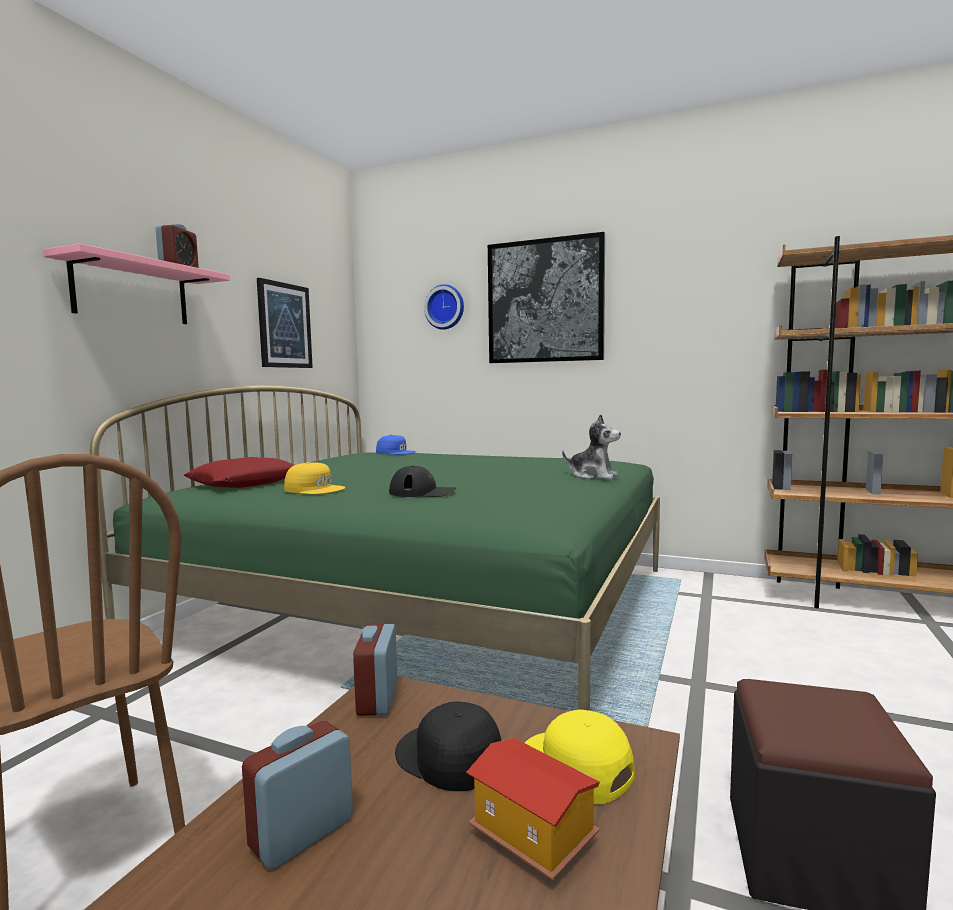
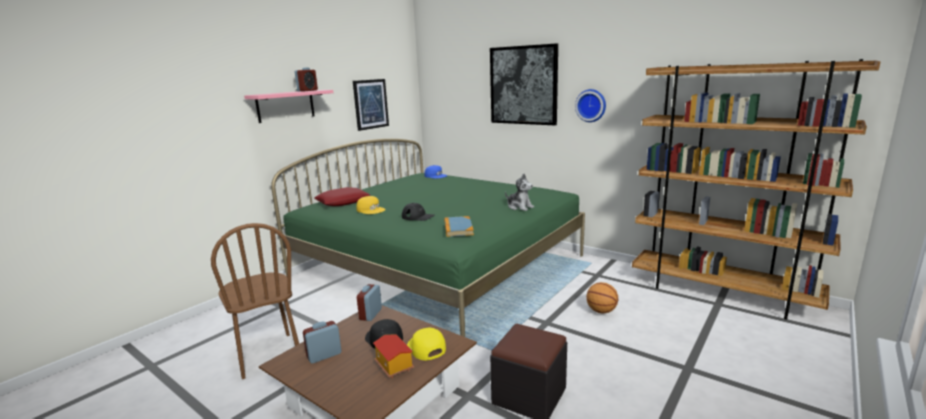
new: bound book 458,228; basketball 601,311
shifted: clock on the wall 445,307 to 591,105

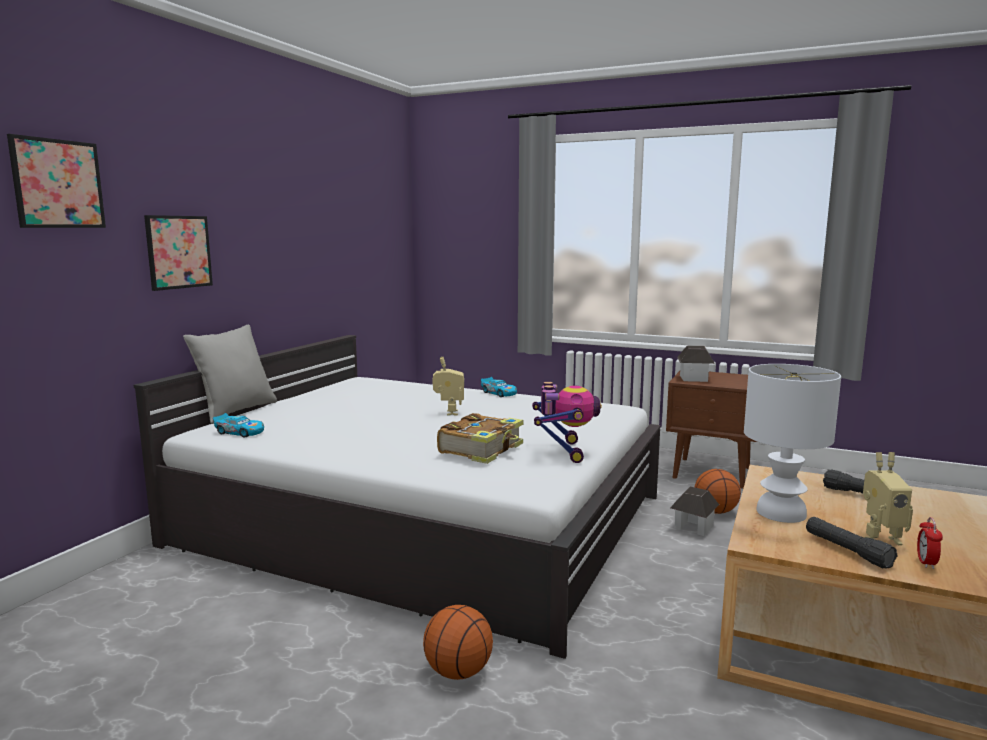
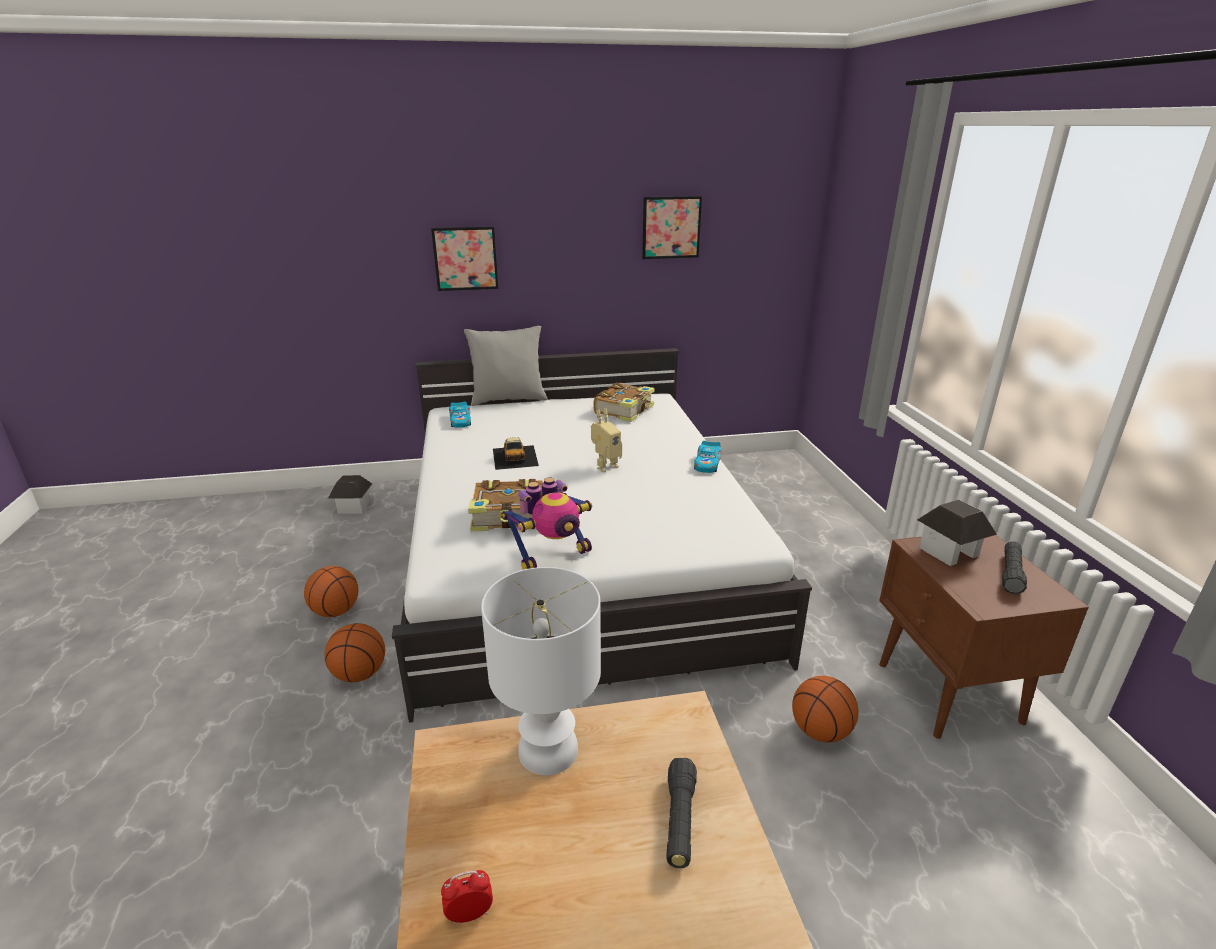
gone: toy robot 880,539
new: basketball 335,611; model car 515,456; bound book 625,410
shifted: picture 58,184 to 671,227; model house 693,527 to 353,507; blackish hand torch 847,551 to 1011,574

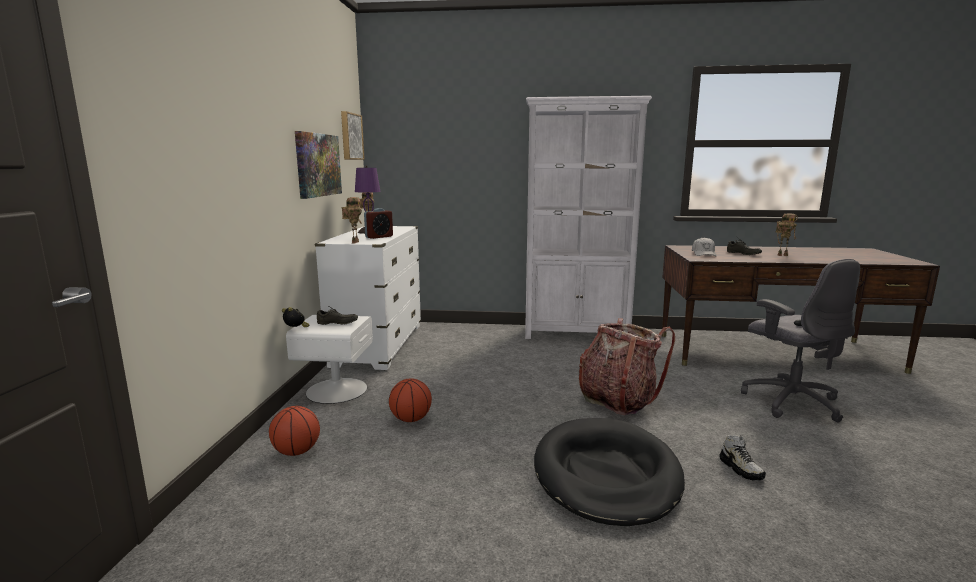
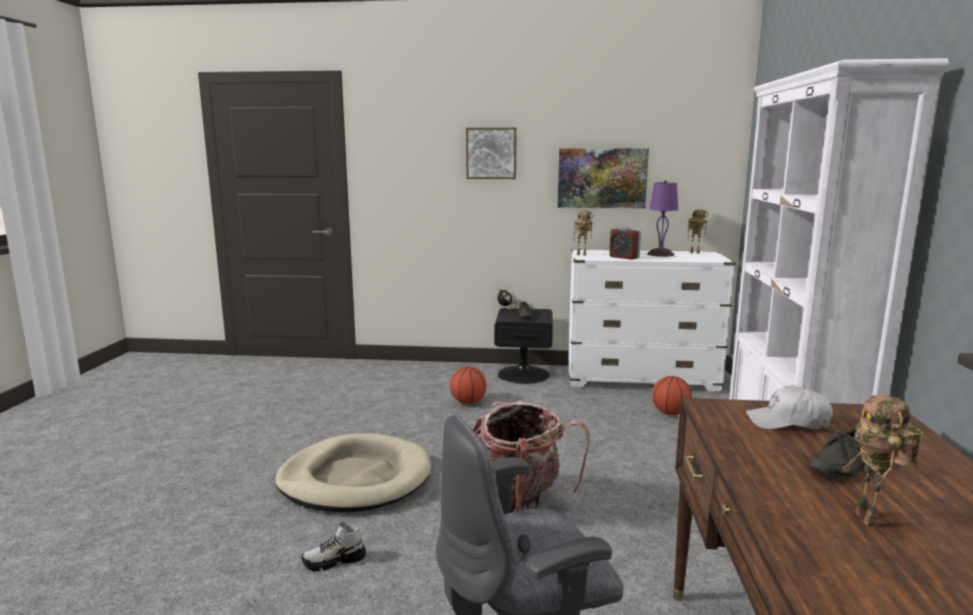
shifted: basketball 296,452 to 670,413; picture 350,136 to 491,153
repainted: white-coloured night table 336,390 to blackish night table 523,374; blackish dog cushion 606,475 to beige dog cushion 355,479

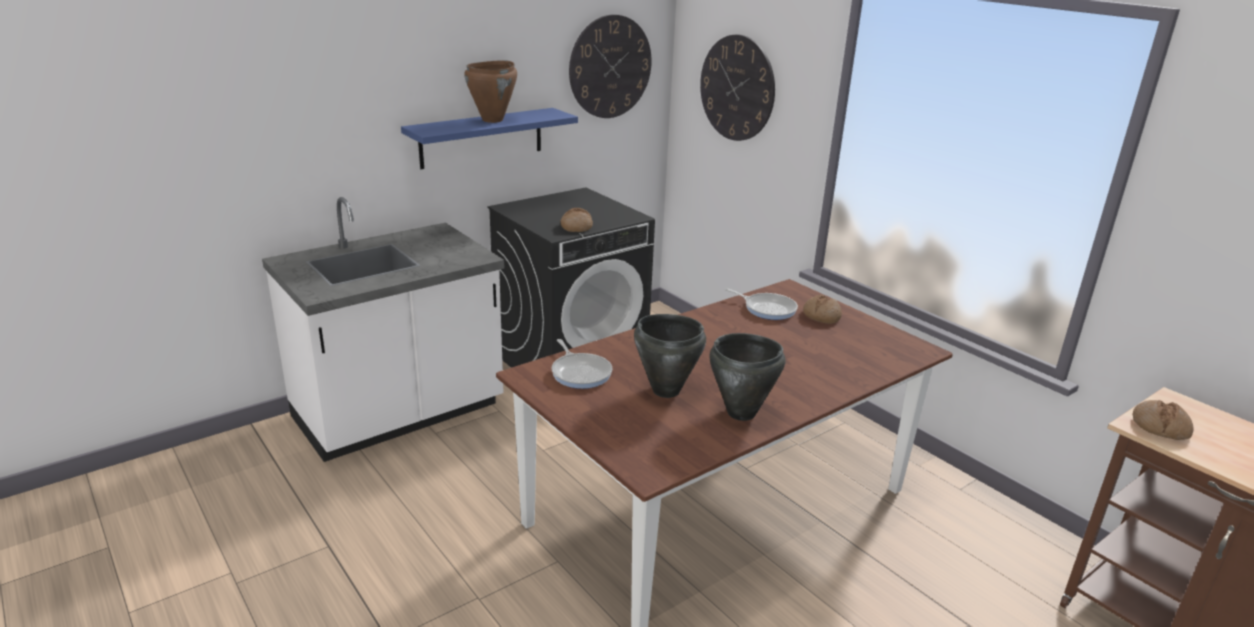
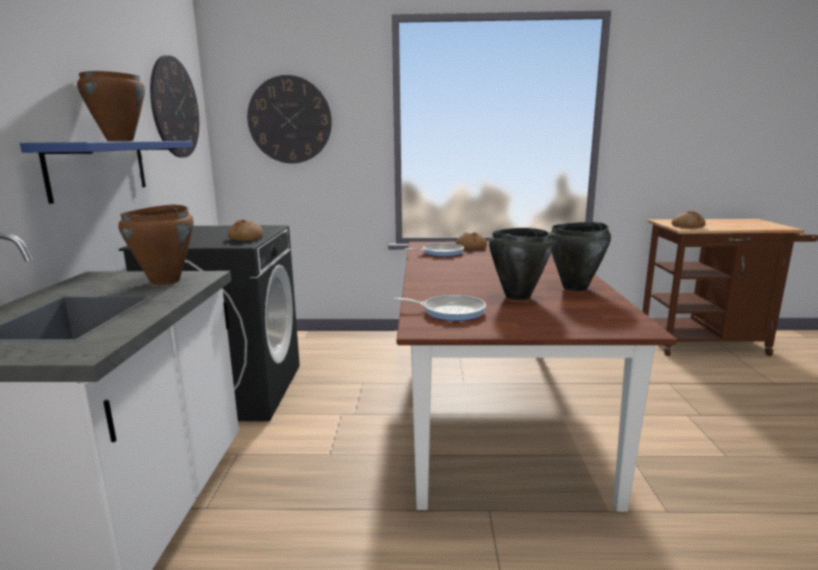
new: brown stockpot 166,281

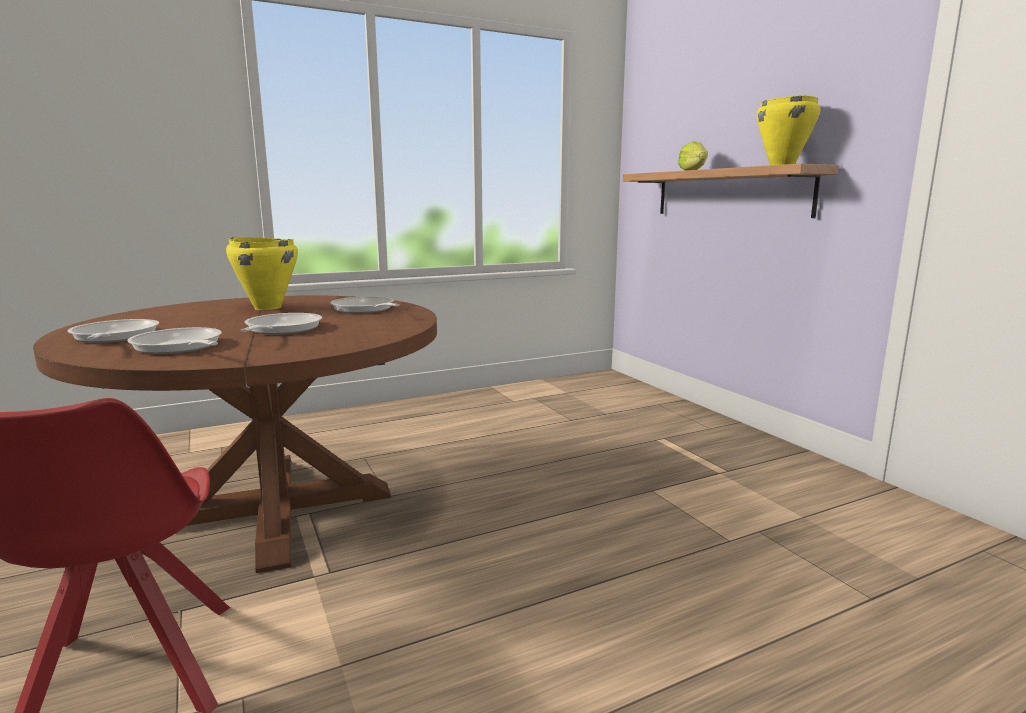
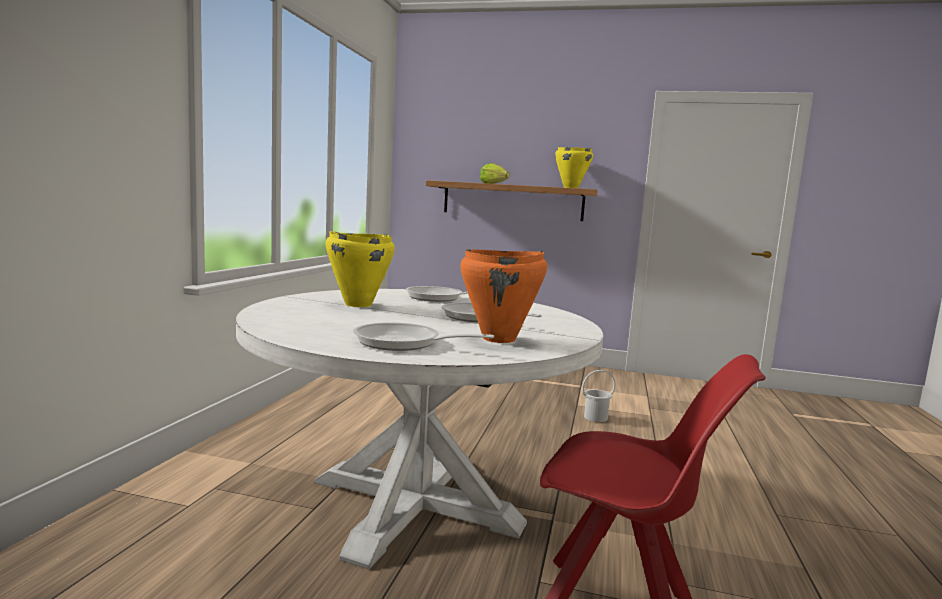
new: white-coloured bucket 595,417
swapped: skillet 179,347 to orange stockpot 499,339
repainted: brown dining table 276,508 to white-coloured dining table 415,502

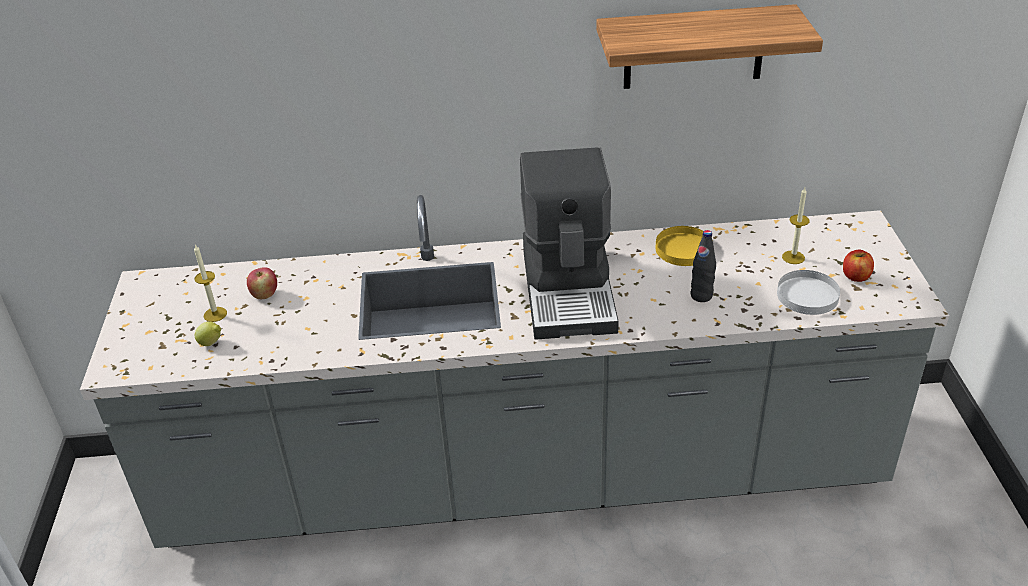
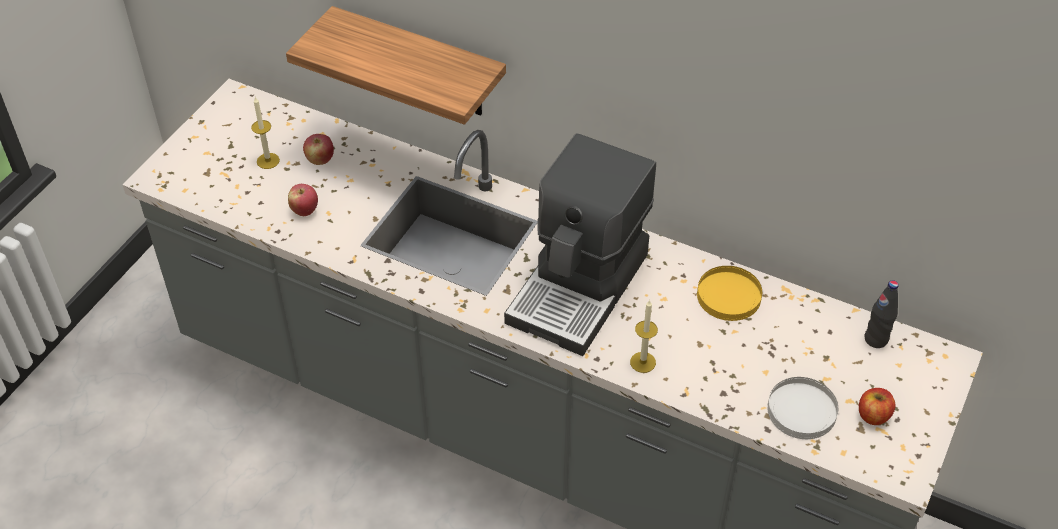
gone: lemon 211,343
new: whole apple 304,210
shifted: wall shelf 694,47 to 419,64; blackish bottle 701,296 to 876,339; wax candle 793,257 to 643,362

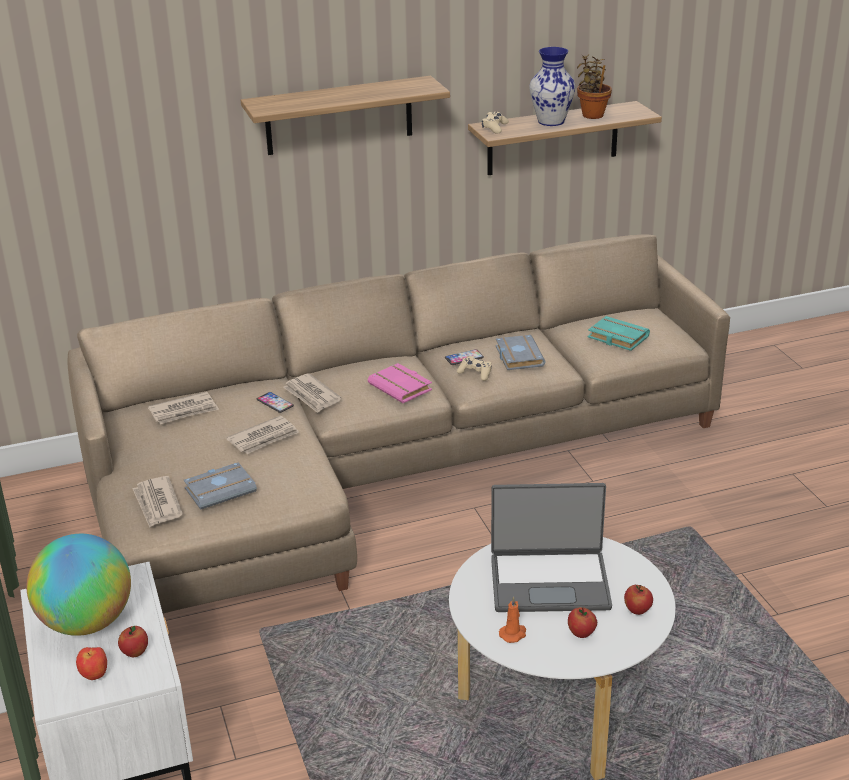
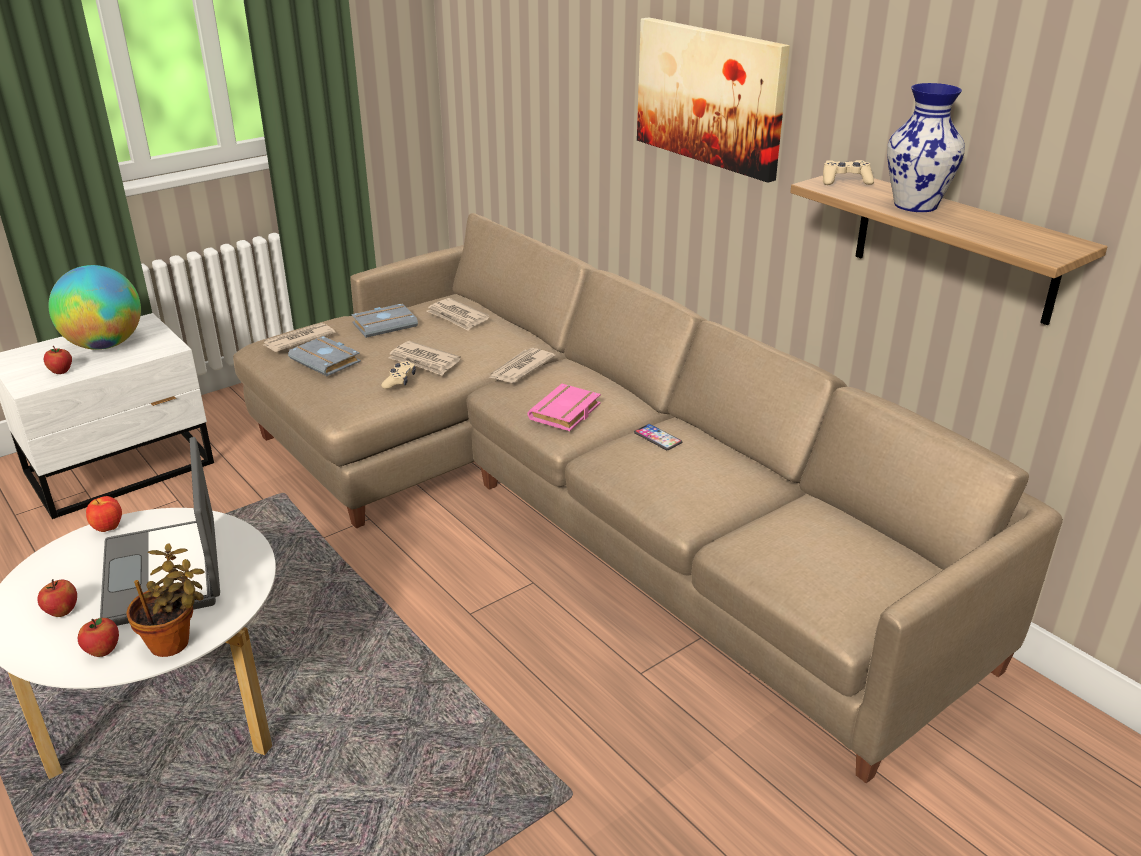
gone: handset 275,403; orange wax candle 513,634; blue-green bound book 616,337
shifted: whole apple 95,676 to 108,528; beige game controller 475,373 to 400,381; gray bound book 517,356 to 385,324; plant in a pot 592,114 to 175,642
swapped: wall shelf 339,116 to picture 710,96

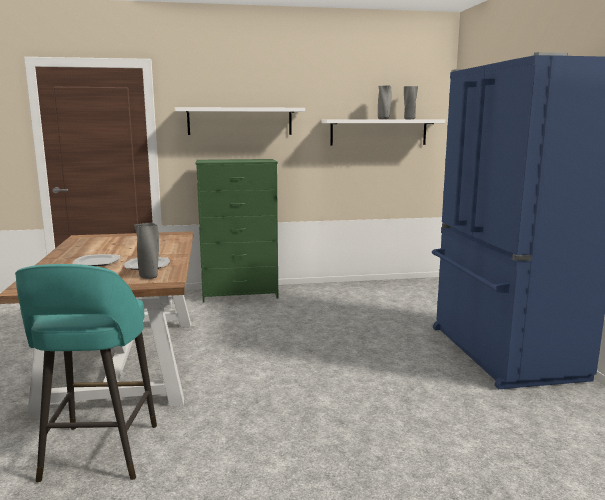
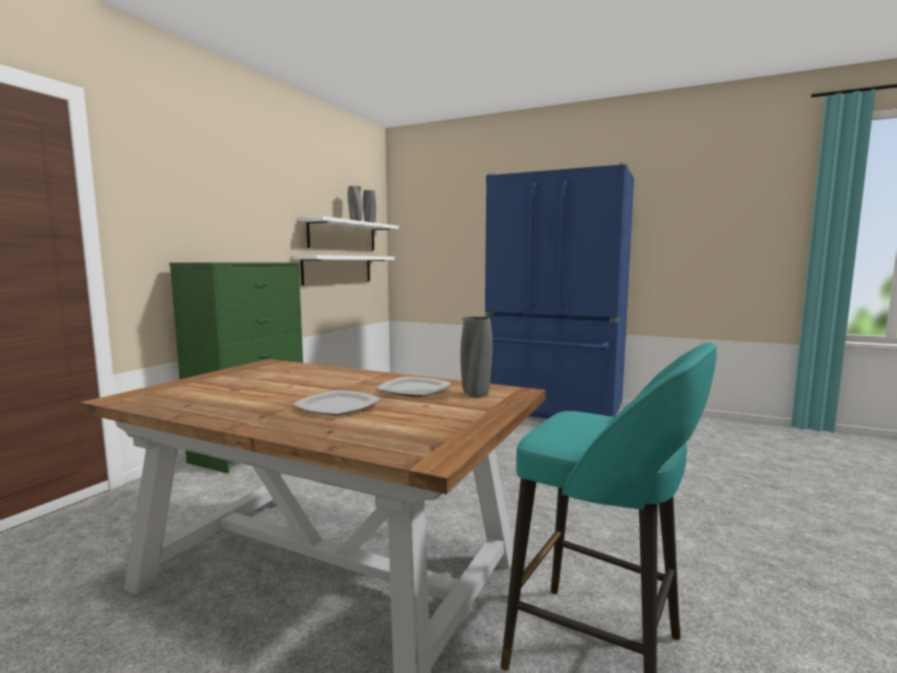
shifted: white-coloured wall shelf 240,121 to 338,269

